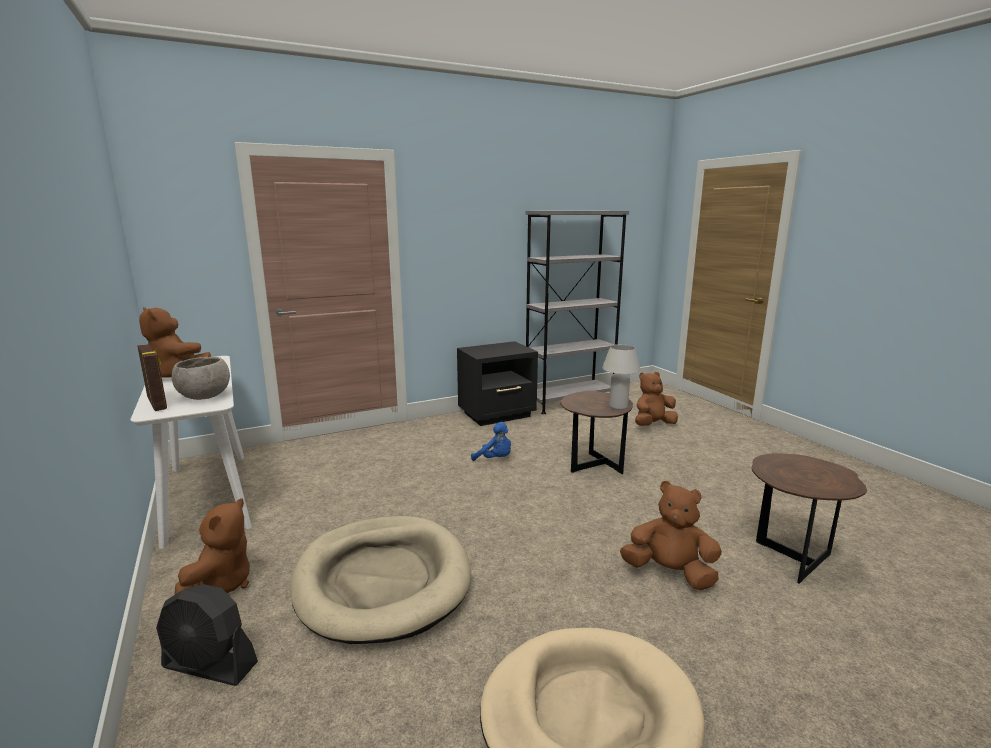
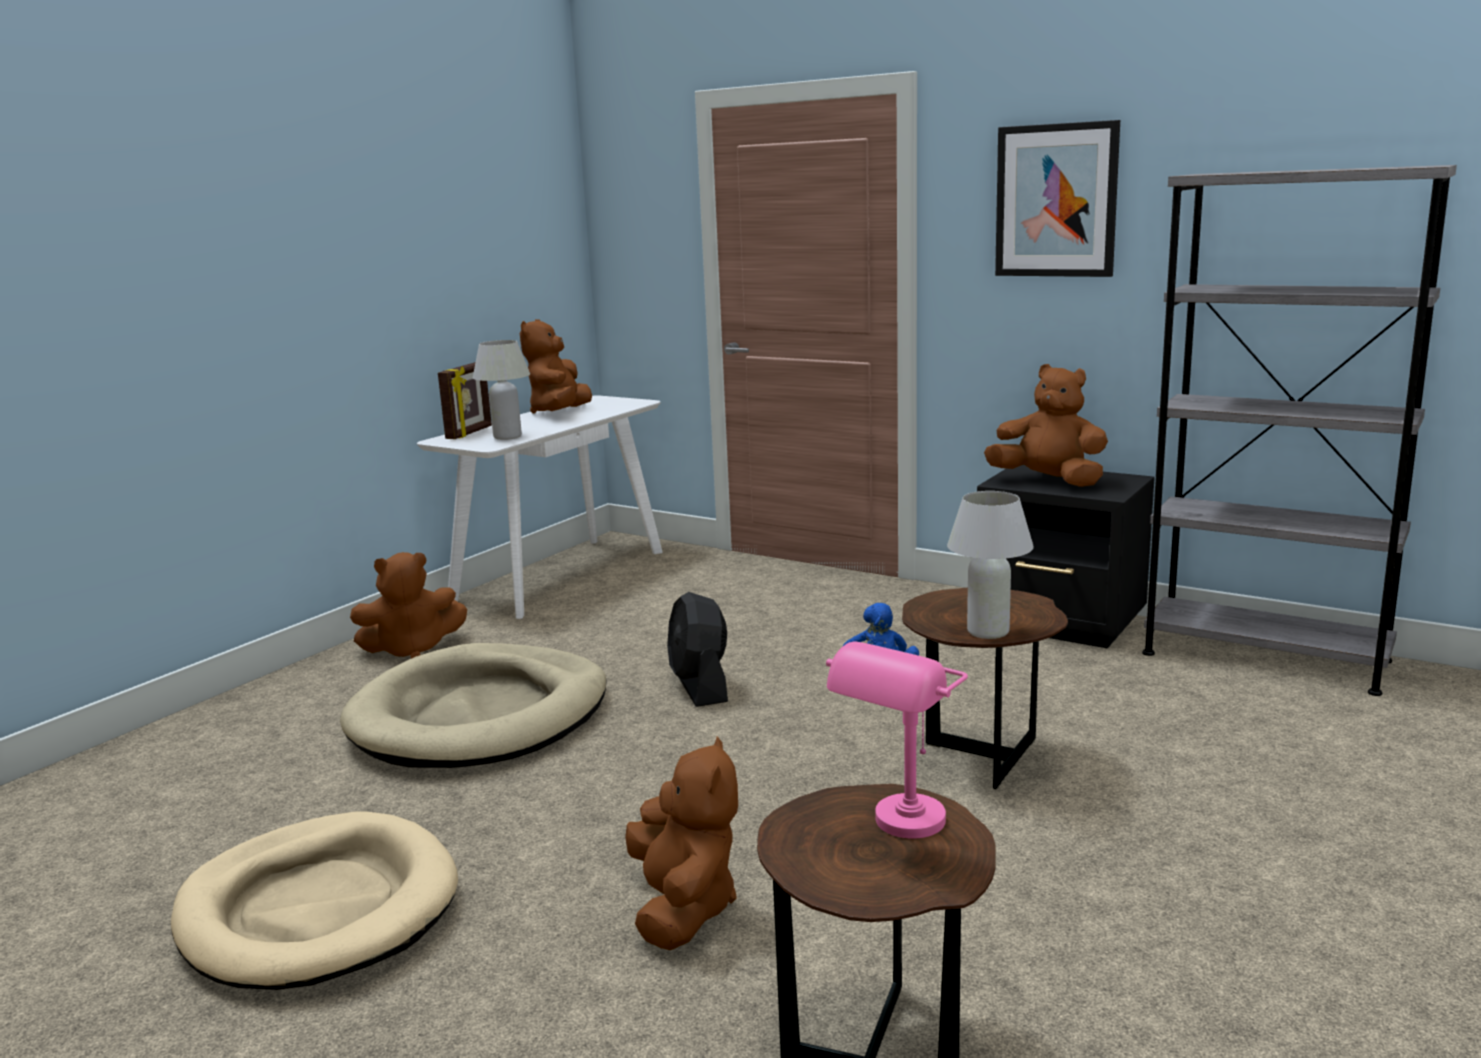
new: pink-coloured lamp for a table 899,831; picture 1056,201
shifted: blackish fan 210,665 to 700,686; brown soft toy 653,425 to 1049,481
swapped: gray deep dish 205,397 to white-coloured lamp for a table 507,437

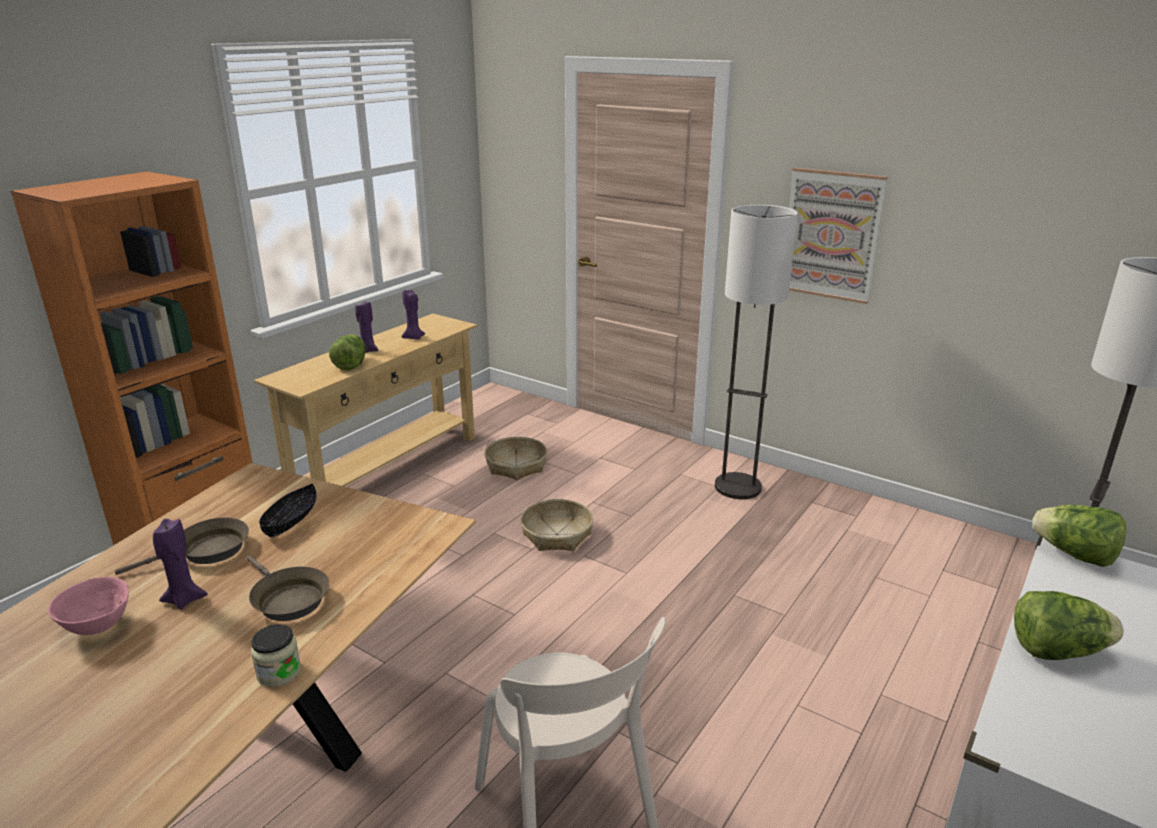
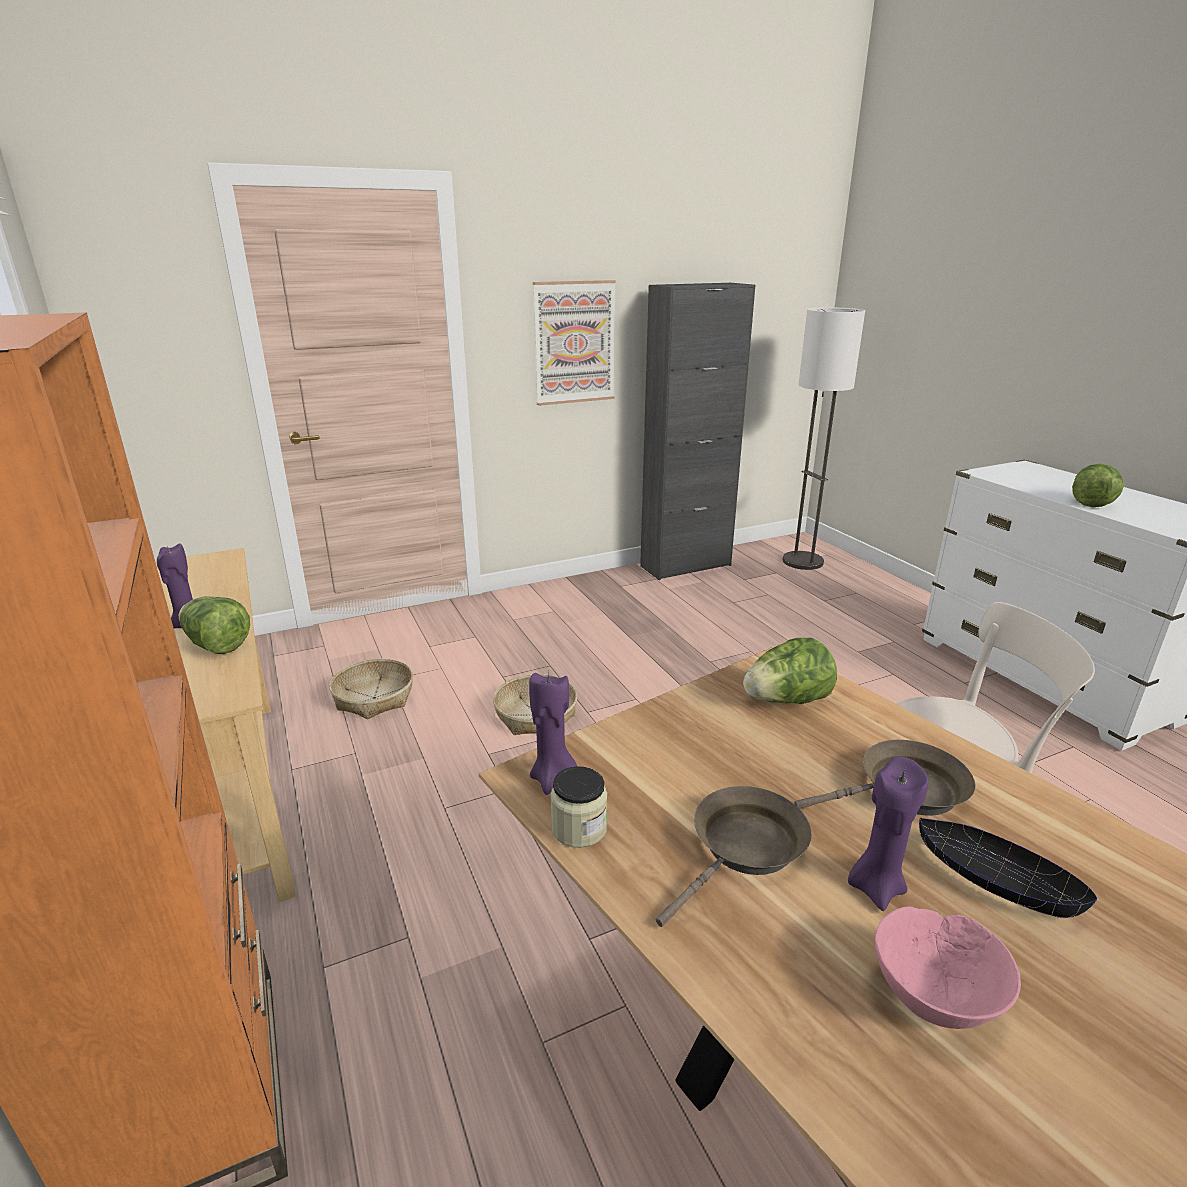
gone: floor lamp 738,487
new: blackish cabinet 685,566
shifted: preserve jar 279,672 to 579,828; blackish deep dish 291,519 to 994,881; purple wax candle 414,338 to 553,779; lettuce head 1074,555 to 787,701
rotated: brown skillet 206,551 = 744,849 45 degrees clockwise

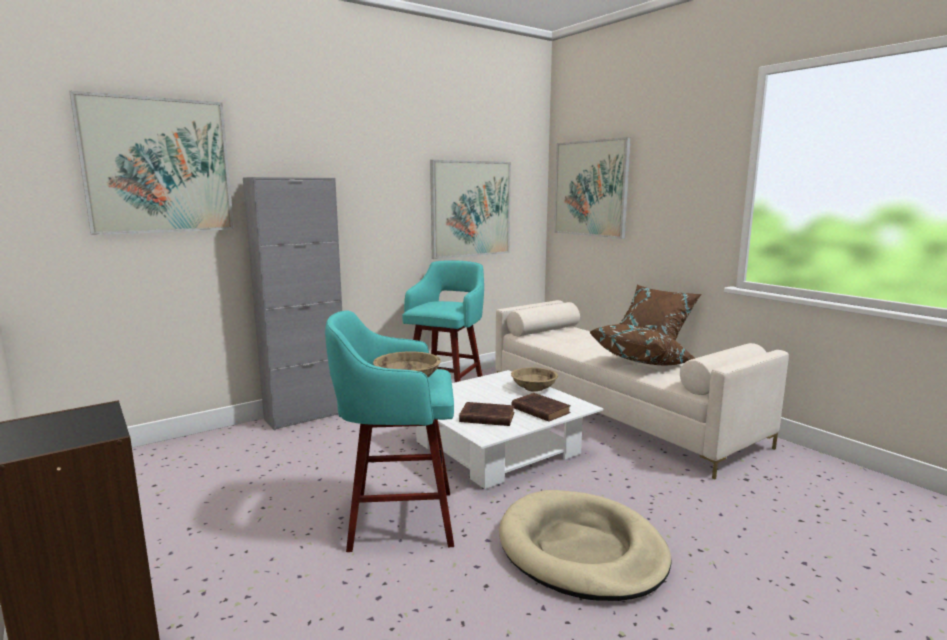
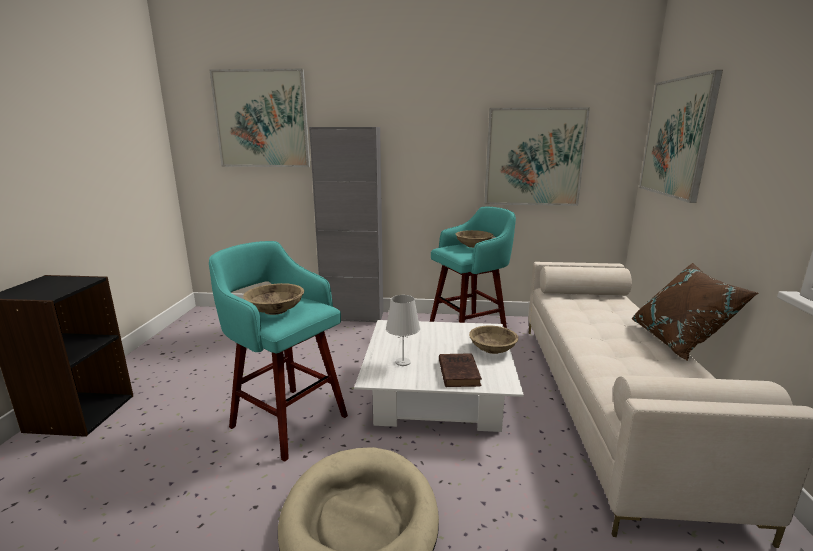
gone: brown throw pillow 642,364
new: beige deep dish 473,246
swapped: brown bound book 485,417 to white-coloured lamp for a table 403,362

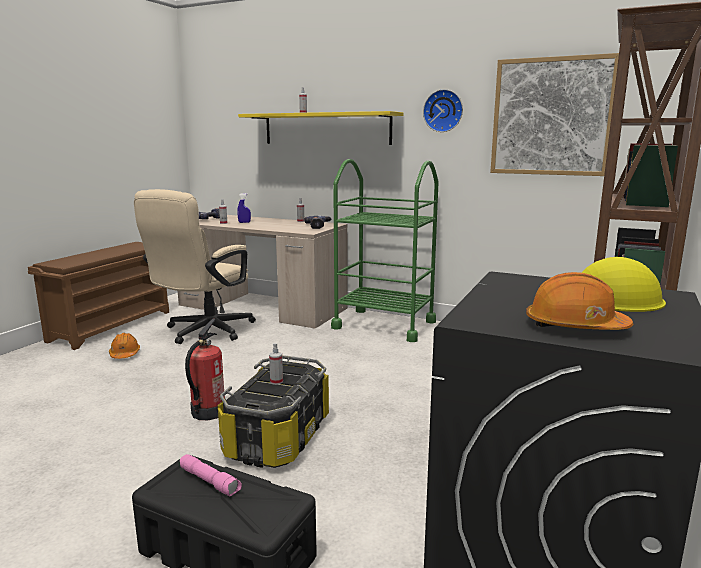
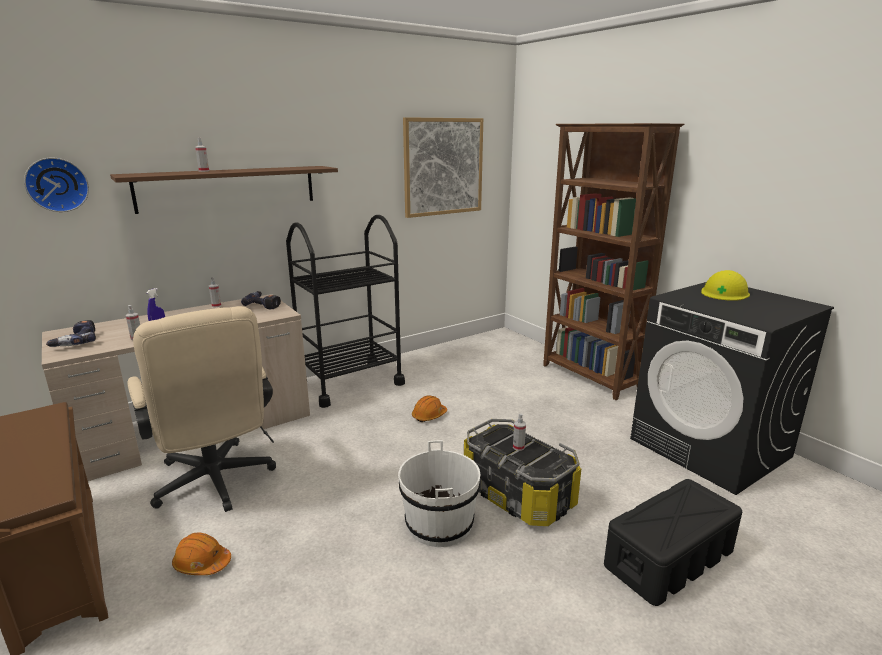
gone: pink-coloured hand torch 210,481
shifted: clock on the wall 443,111 to 57,184; orange safety helmet 574,327 to 429,416
swapped: extinguisher 208,412 to white-coloured bucket 439,523
repainted: yellowish wall shelf 326,129 to brown wall shelf 228,188; green-coloured wheeled cart 384,325 to blackish wheeled cart 350,383

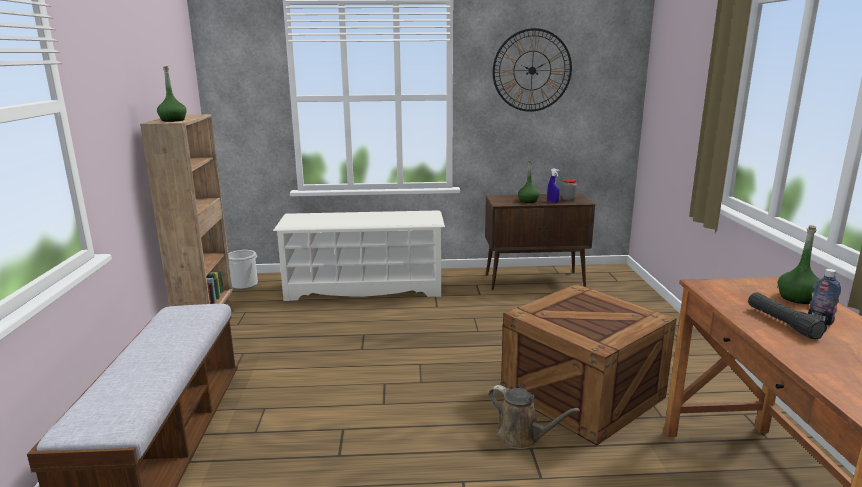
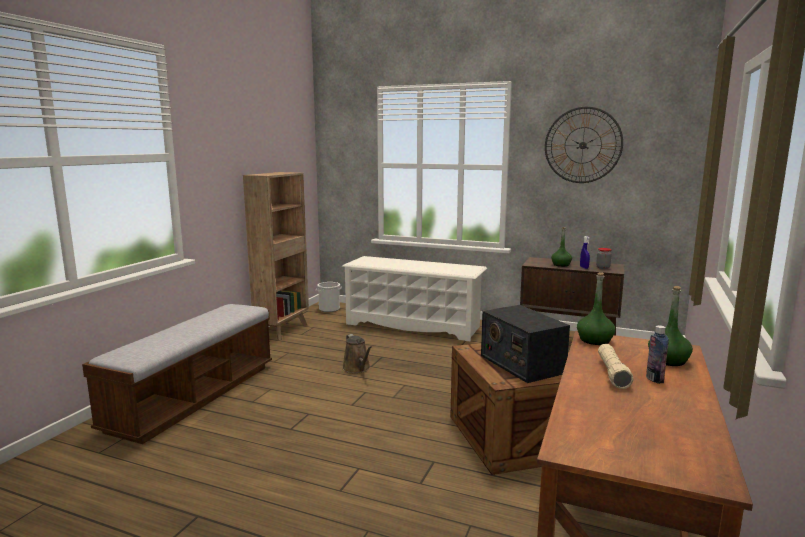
new: radio 521,364
shifted: green-coloured bottle 173,120 to 594,340; brown watering can 522,437 to 357,368
repainted: blackish hand torch 782,323 to beige hand torch 612,373

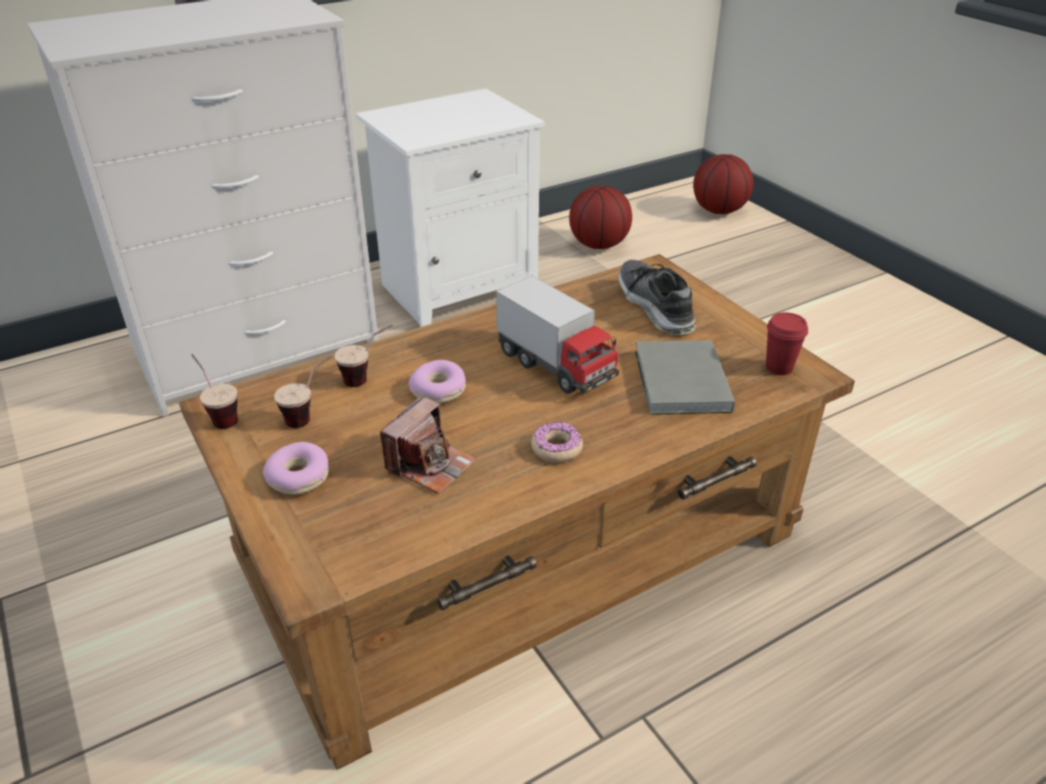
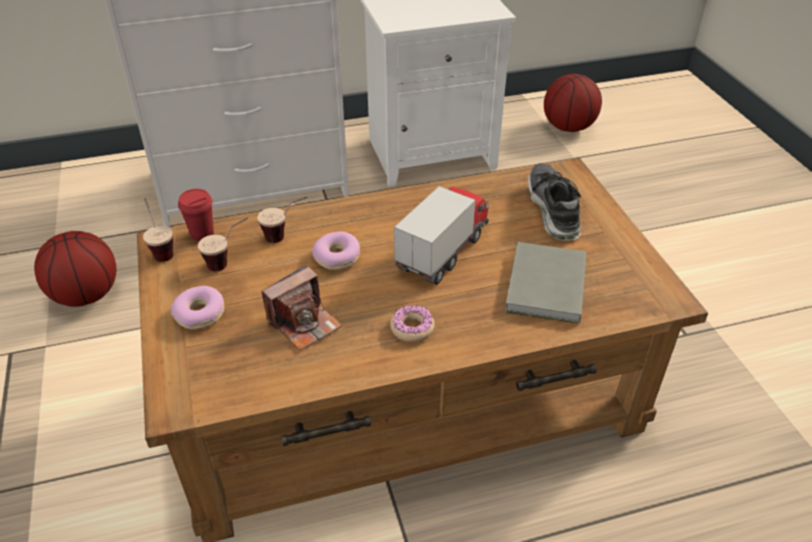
shifted: basketball 718,211 to 85,295; reddish small cup 779,367 to 202,234
rotated: toy lorry 555,366 = 442,252 120 degrees counterclockwise

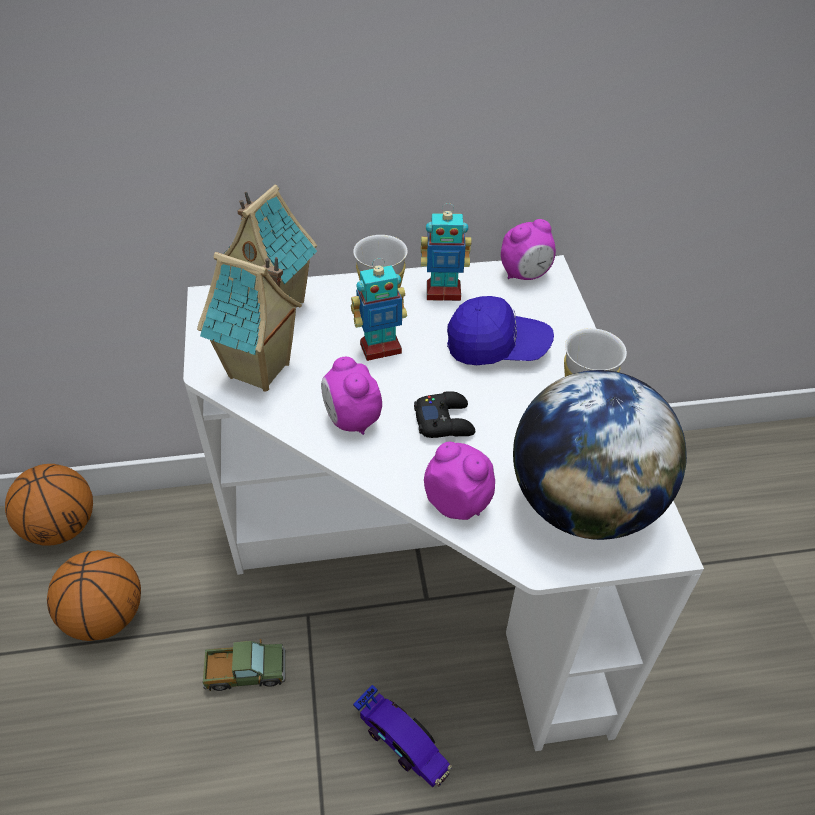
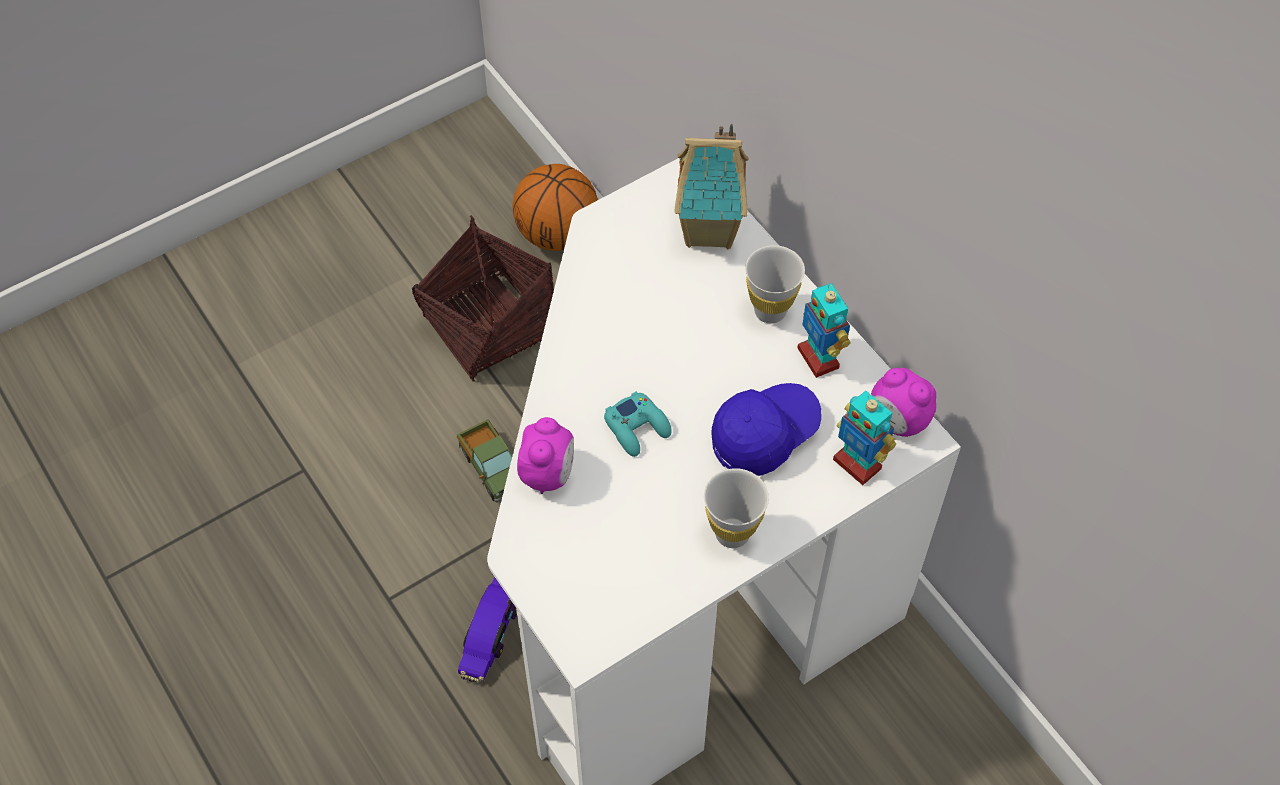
gone: model house 260,371; alarm clock 351,420; world globe 583,503
shifted: toy robot 380,348 to 858,463
swapped: basketball 106,616 to household basket 488,326
repainted: blackish game controller 444,421 to blue-green game controller 637,428
rotated: blue-coloured peaked cap 497,347 = 764,435 105 degrees counterclockwise

